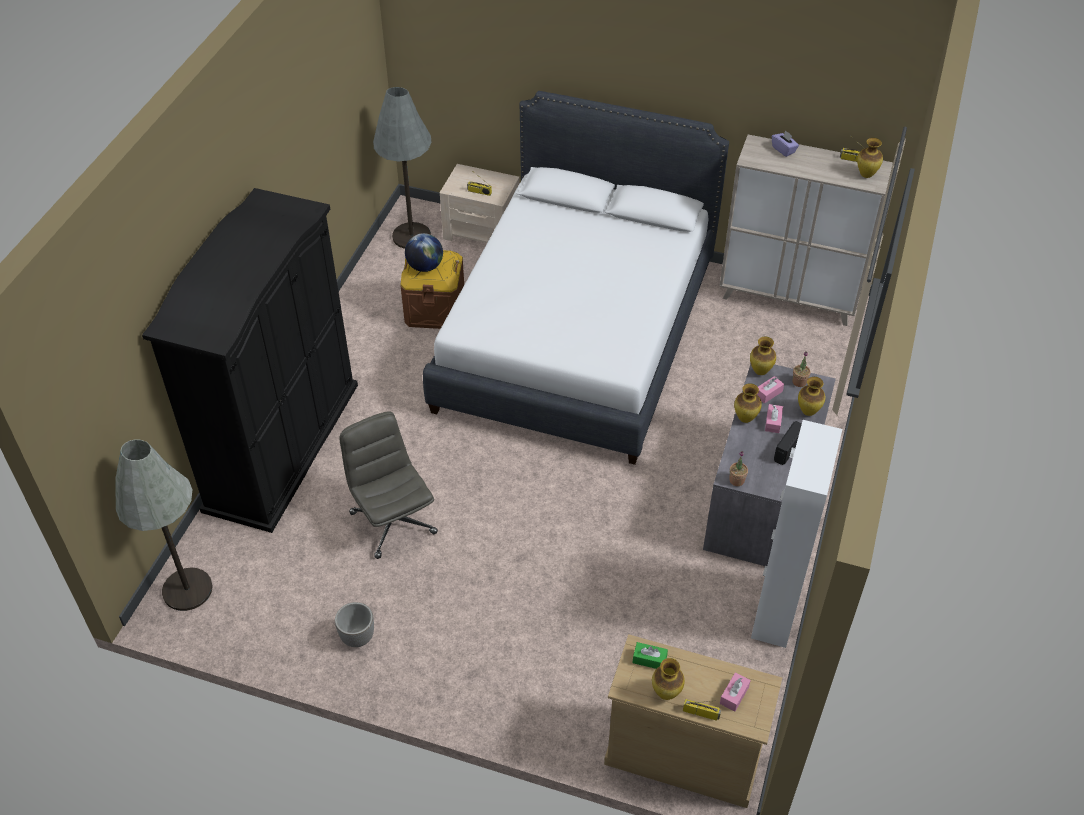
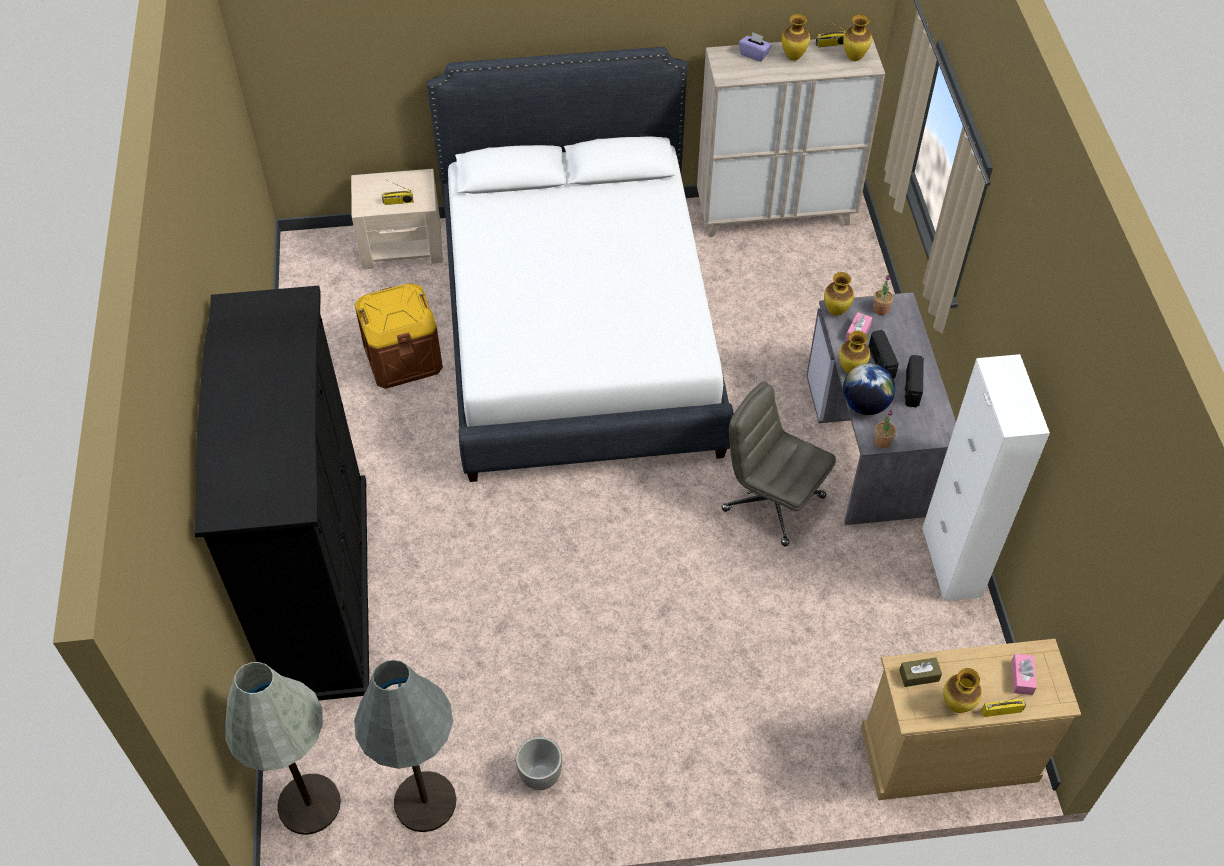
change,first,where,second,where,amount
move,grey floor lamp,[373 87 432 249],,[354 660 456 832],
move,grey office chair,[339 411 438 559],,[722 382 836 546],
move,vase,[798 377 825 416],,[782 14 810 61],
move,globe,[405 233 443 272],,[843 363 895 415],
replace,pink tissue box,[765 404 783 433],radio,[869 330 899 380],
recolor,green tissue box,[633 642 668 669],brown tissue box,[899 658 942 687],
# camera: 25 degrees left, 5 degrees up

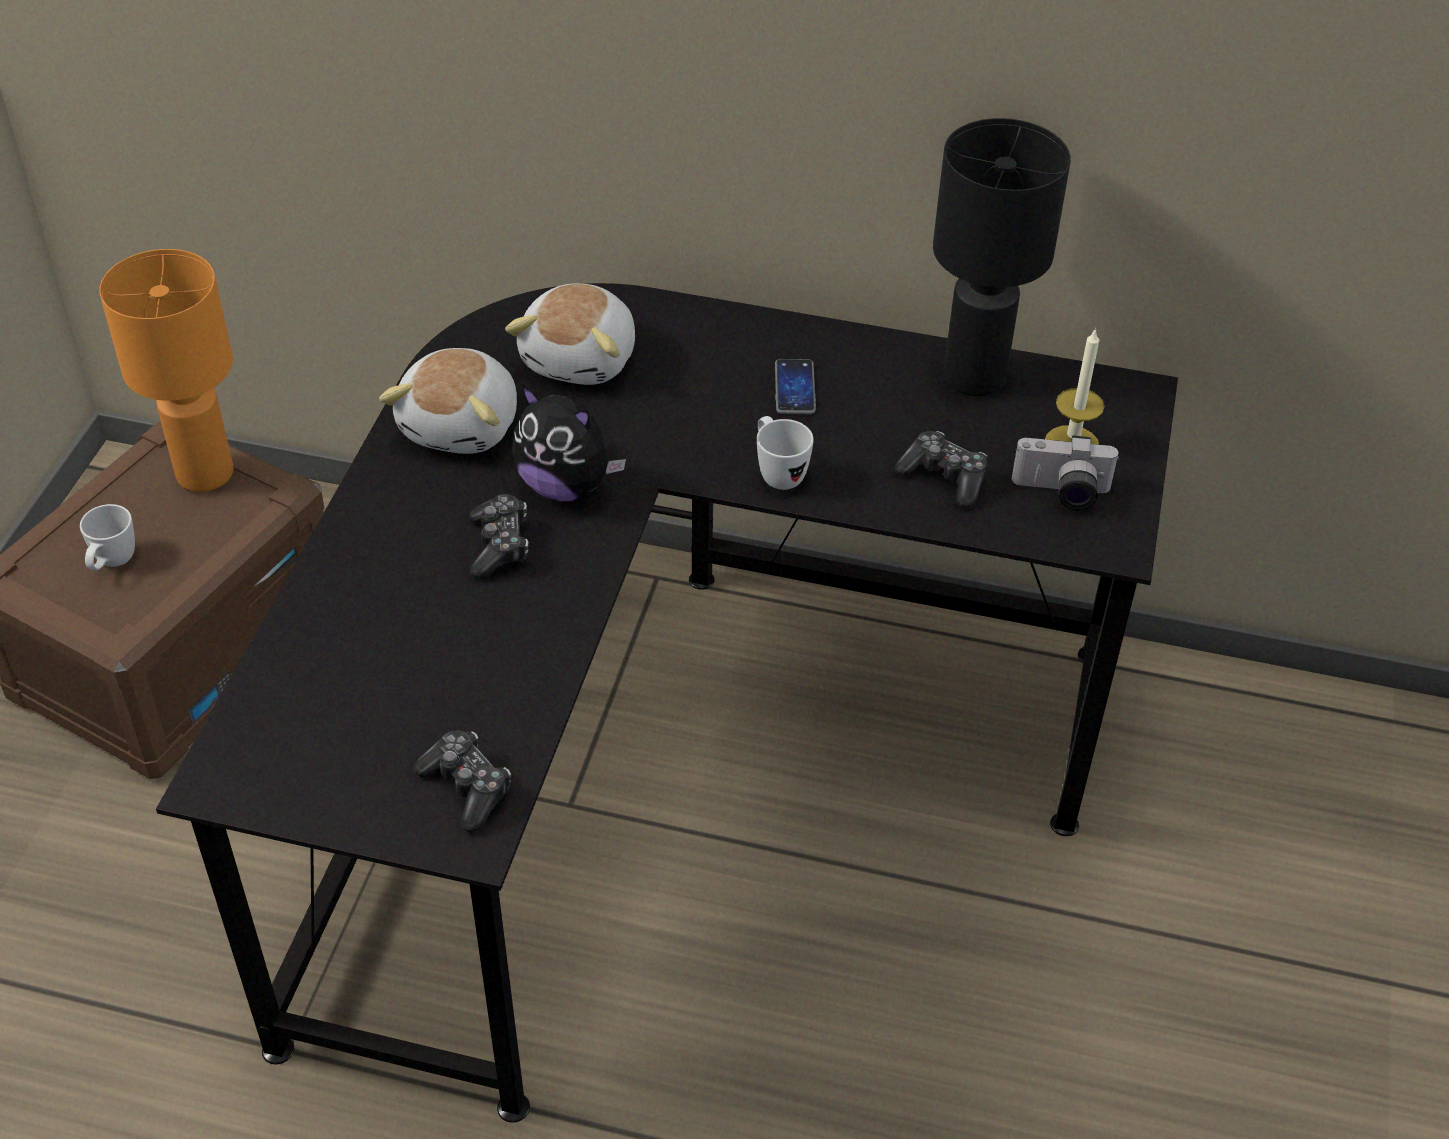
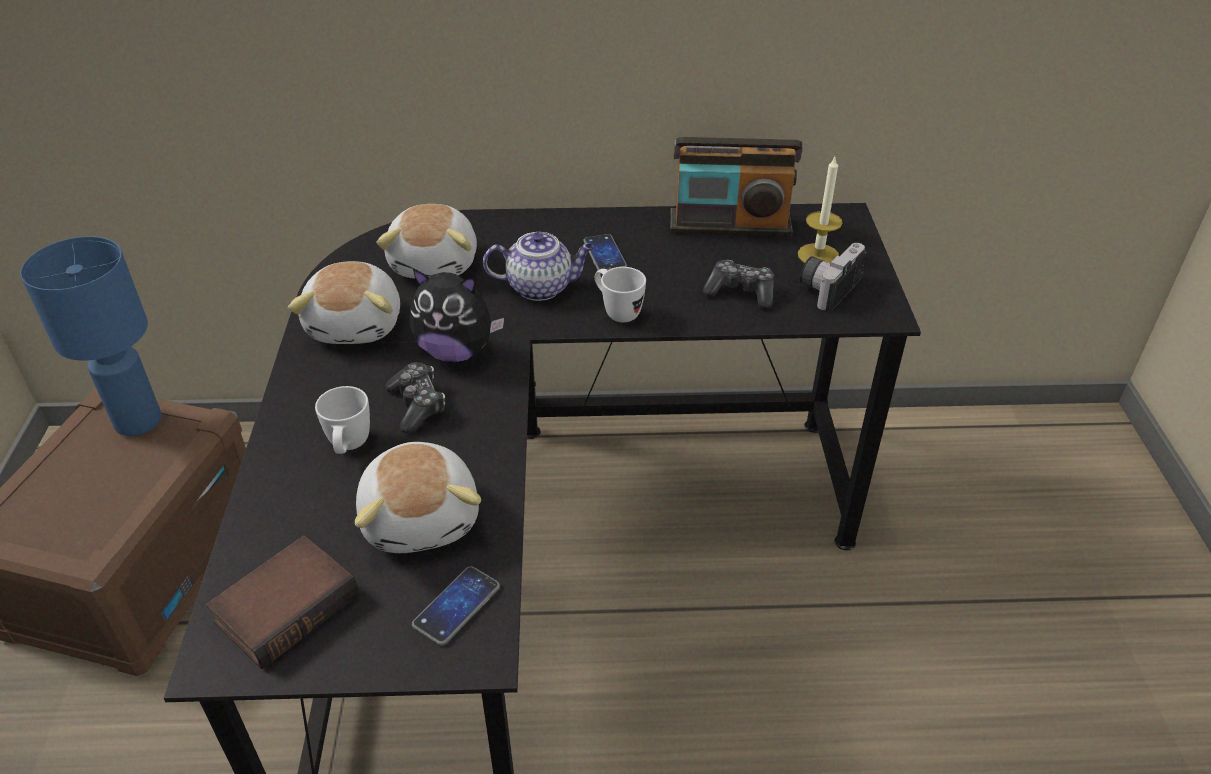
change,first,where,second,where,amount
recolor,orange table lamp,[99 249 233 492],blue table lamp,[20 236 162 436],
insert,,,book,[206 535 359 669],
move,white mug,[80 504 135 570],,[315 386 370 454],
insert,,,plush toy,[355 442 481 553],
replace,game controller,[413 730 511 832],phone,[412 567 500 645],
insert,,,teapot,[483 232 594 301],
replace,black table lamp,[933 118 1071 396],radio,[670 137 803 237],
rotate,photo camera,[1012 435 1120 510],,[800 243 867 311],135 degrees clockwise
# camera: 15 degrees left, 5 degrees down

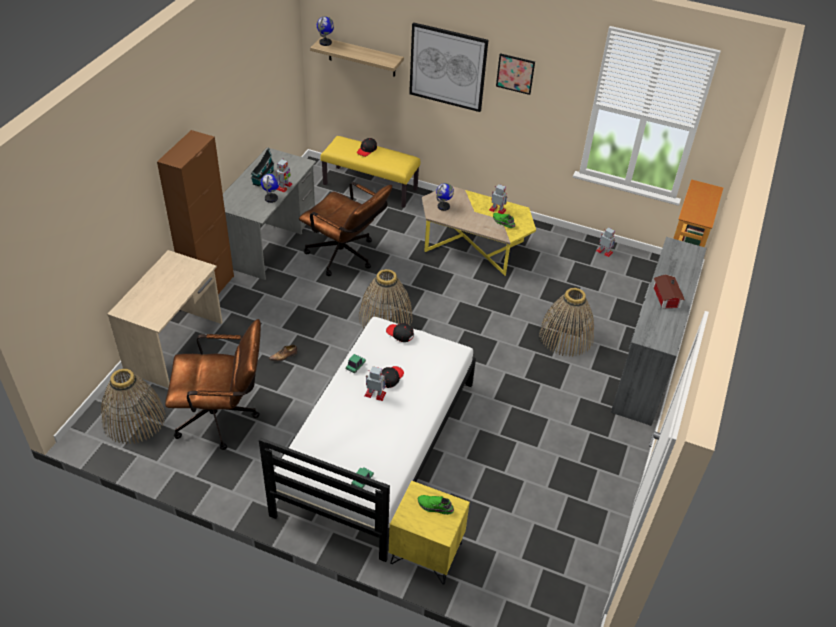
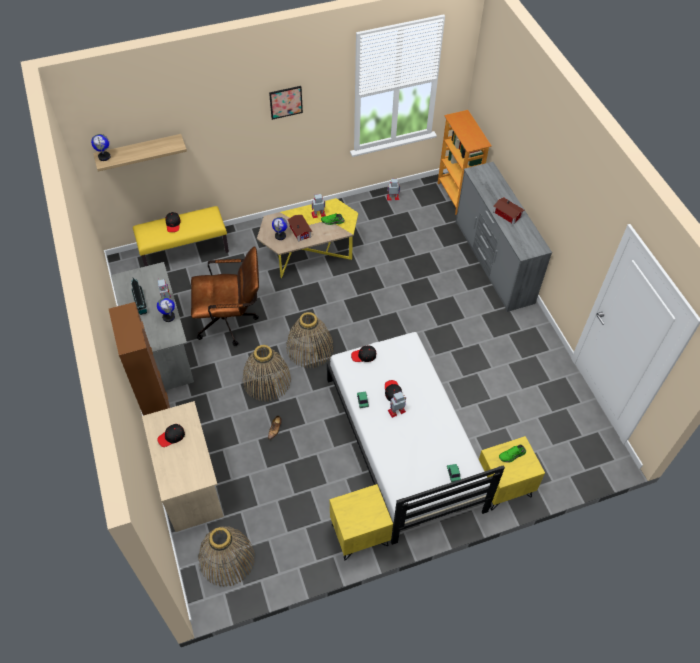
change,first,where,second,where,amount
insert,,,black cap,[157 424 185 447],
move,basket,[539 288 594 357],,[243 345 291 402],
insert,,,toy house,[288 215 312 242],
insert,,,yellow nightstand,[330 484 393 560],
delete,brown office chair,[165 319 261 450],,,
delete,picture,[409 22 488 112],,,
# camera: 40 degrees left, 10 degrees up

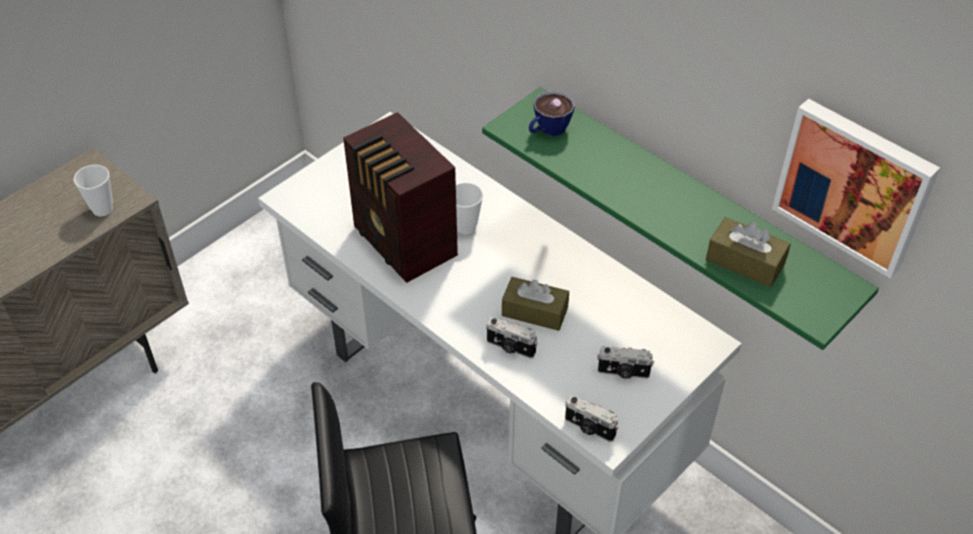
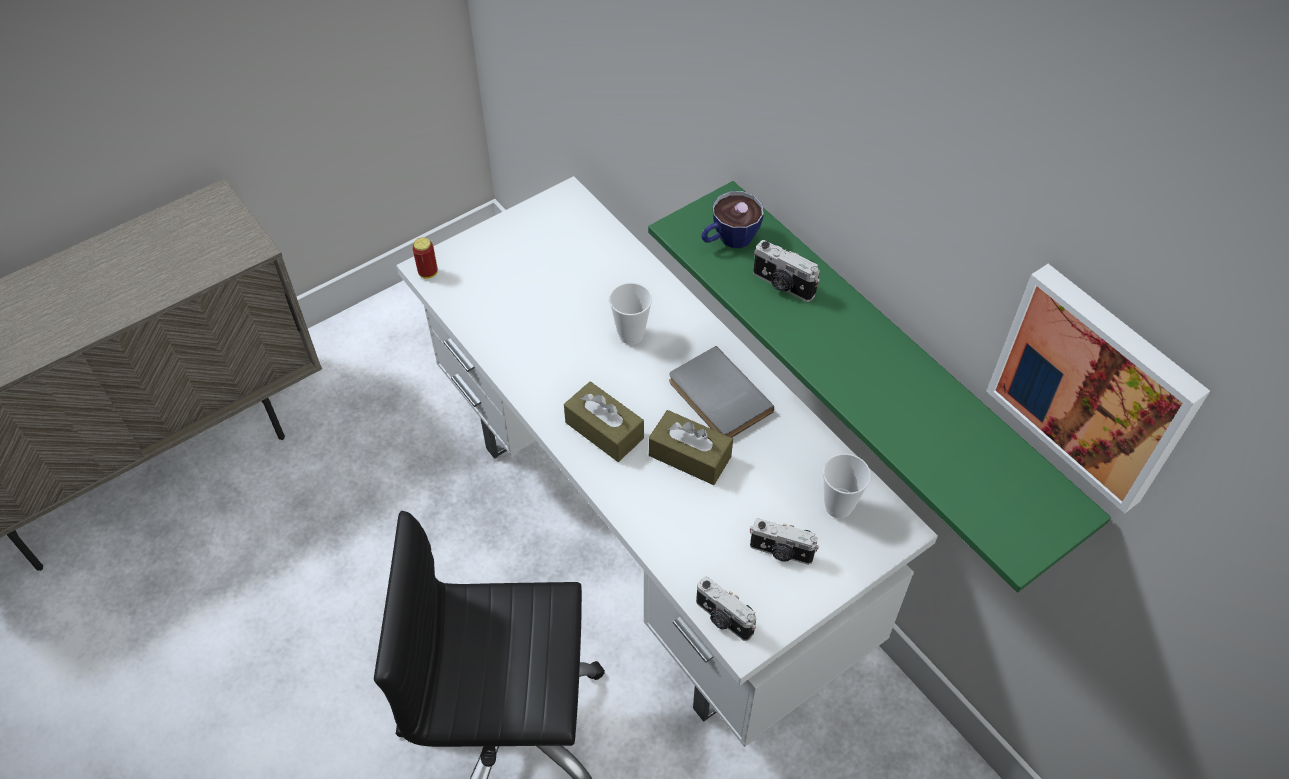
change,first,where,second,where,amount
insert,,,can,[413 237 438 279],
move,brown tissue box,[706 217 791 287],,[564 382 644 462],
insert,,,grey book,[669 346 774 438],
move,photo camera,[486 317 538 359],,[753 240 820 302],
move,cup,[74 165 113 217],,[823 454 871 518],
delete,radio,[343 112 458 283],,,
# camera: 10 degrees right, 5 degrees up

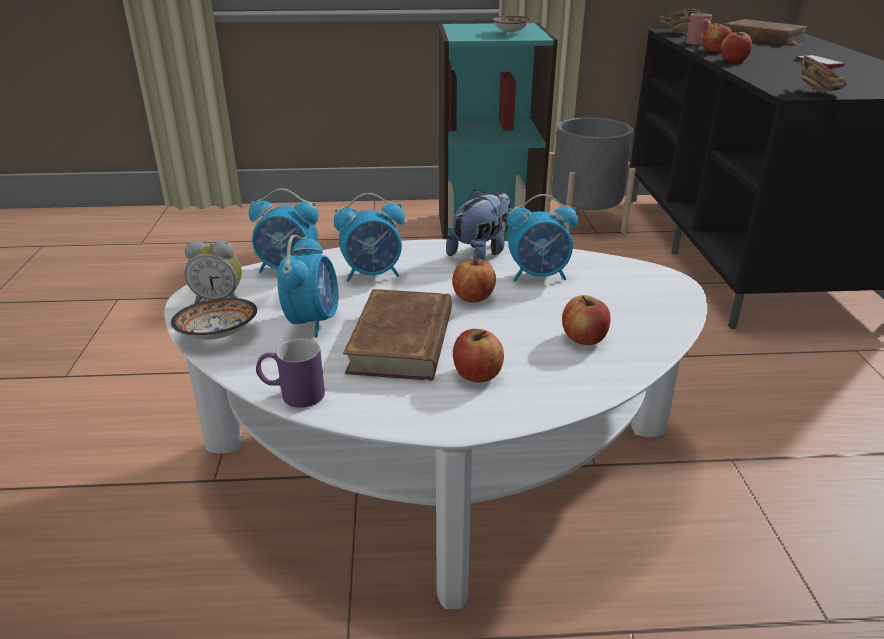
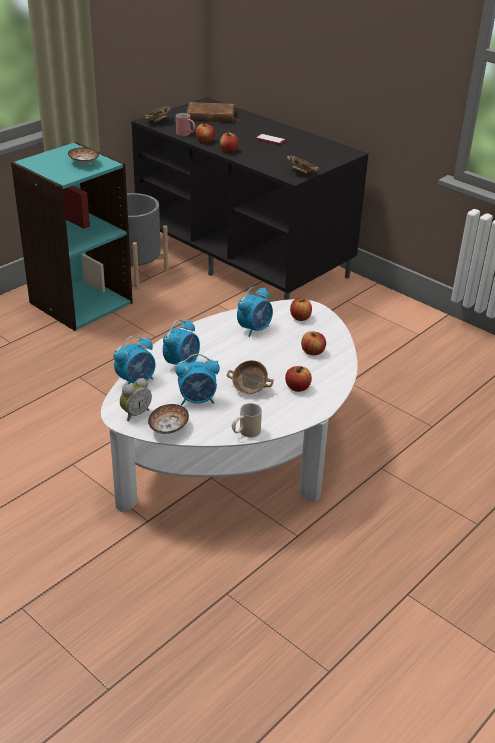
change,first,where,second,where,amount
rotate,alarm clock,[277 235 338 338],,[175 354 220 405],120 degrees clockwise
replace,brown book,[343 289 452 381],bowl,[227 360 274 394],
recolor,purple mug,[256 339 325 408],beige mug,[232 403 262 437],
move,apple,[453 258 496 302],,[290 297 312 321],
delete,plush toy,[446 189 511 260],,,
# camera: 45 degrees left, 5 degrees up

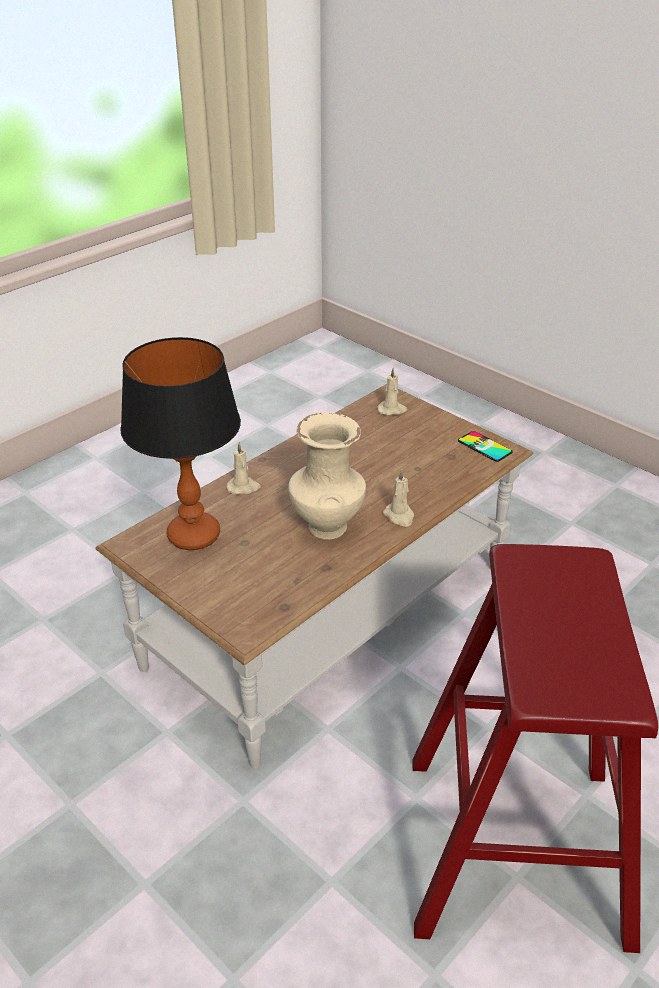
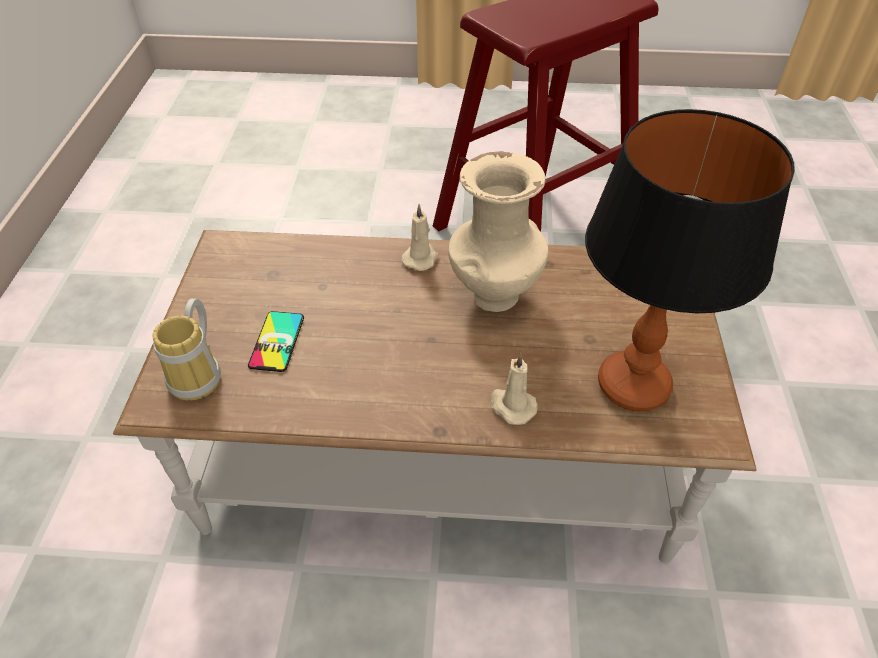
change,first,where,second,where,amount
replace,beige candle,[377 367 407 415],mug,[153 298 221 401],
move,phone,[458 431 513 462],,[248 311 304 372],
# camera: 130 degrees left, 10 degrees up

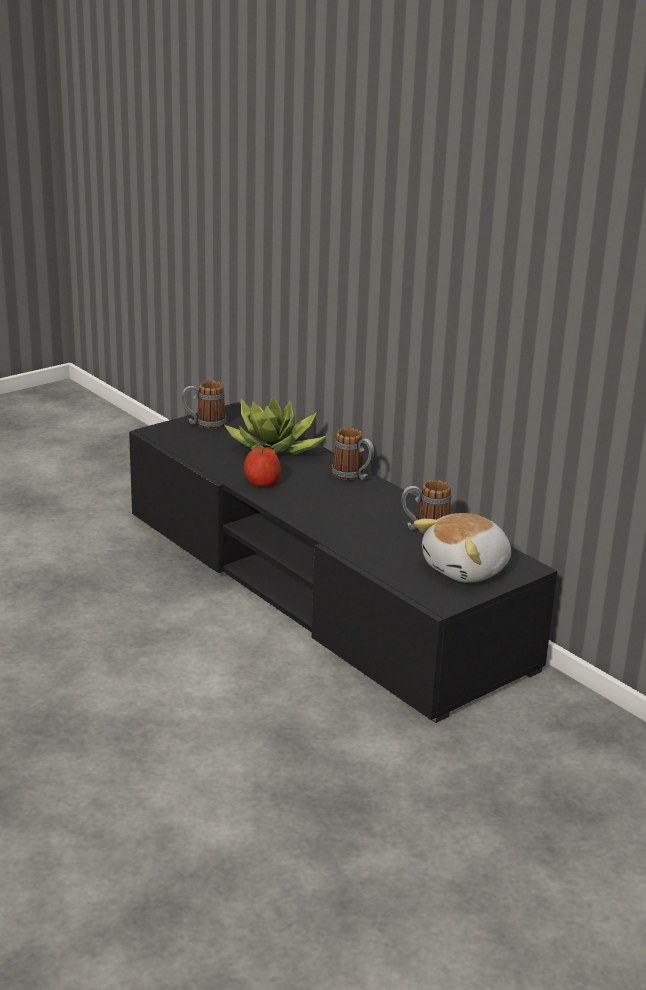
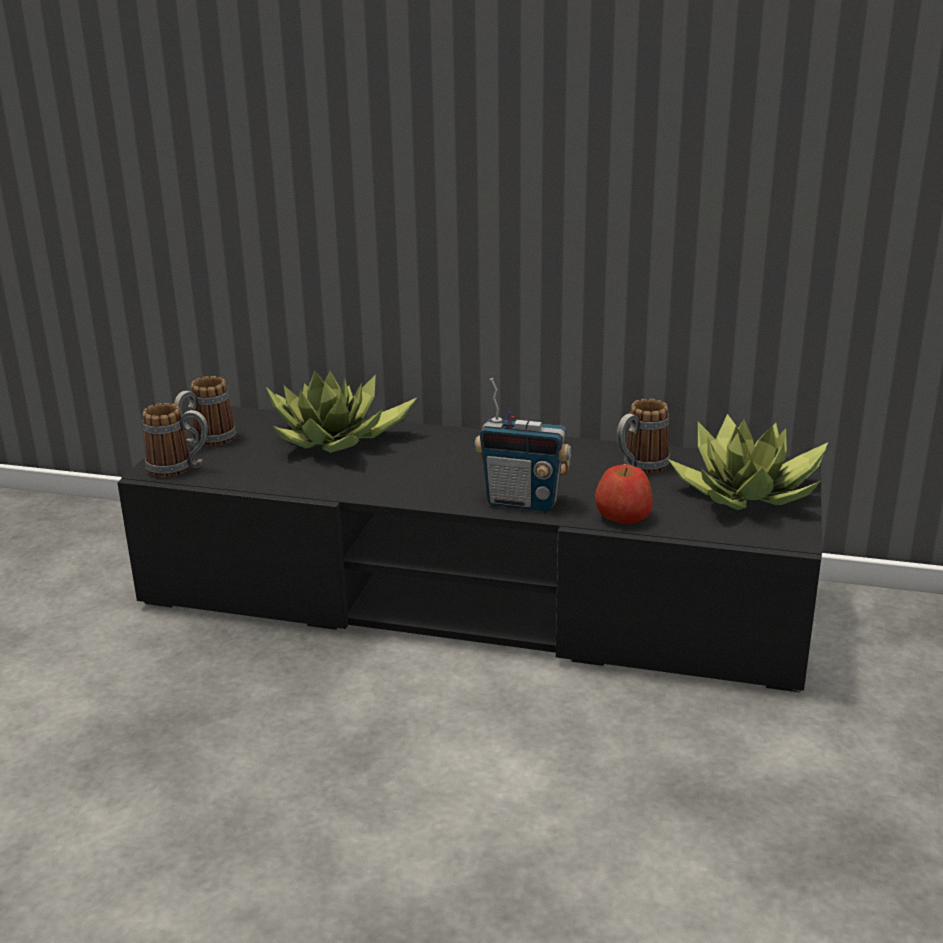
change,first,where,second,where,amount
move,mug,[332 428 374 481],,[142 403 208 478],
insert,,,radio,[475 378 571 512],
move,apple,[244 447 281 487],,[595 464 653 524],
replace,plush toy,[414 513 511 583],potted plant,[668 414 828 510],
# camera: 35 degrees left, 0 degrees up

